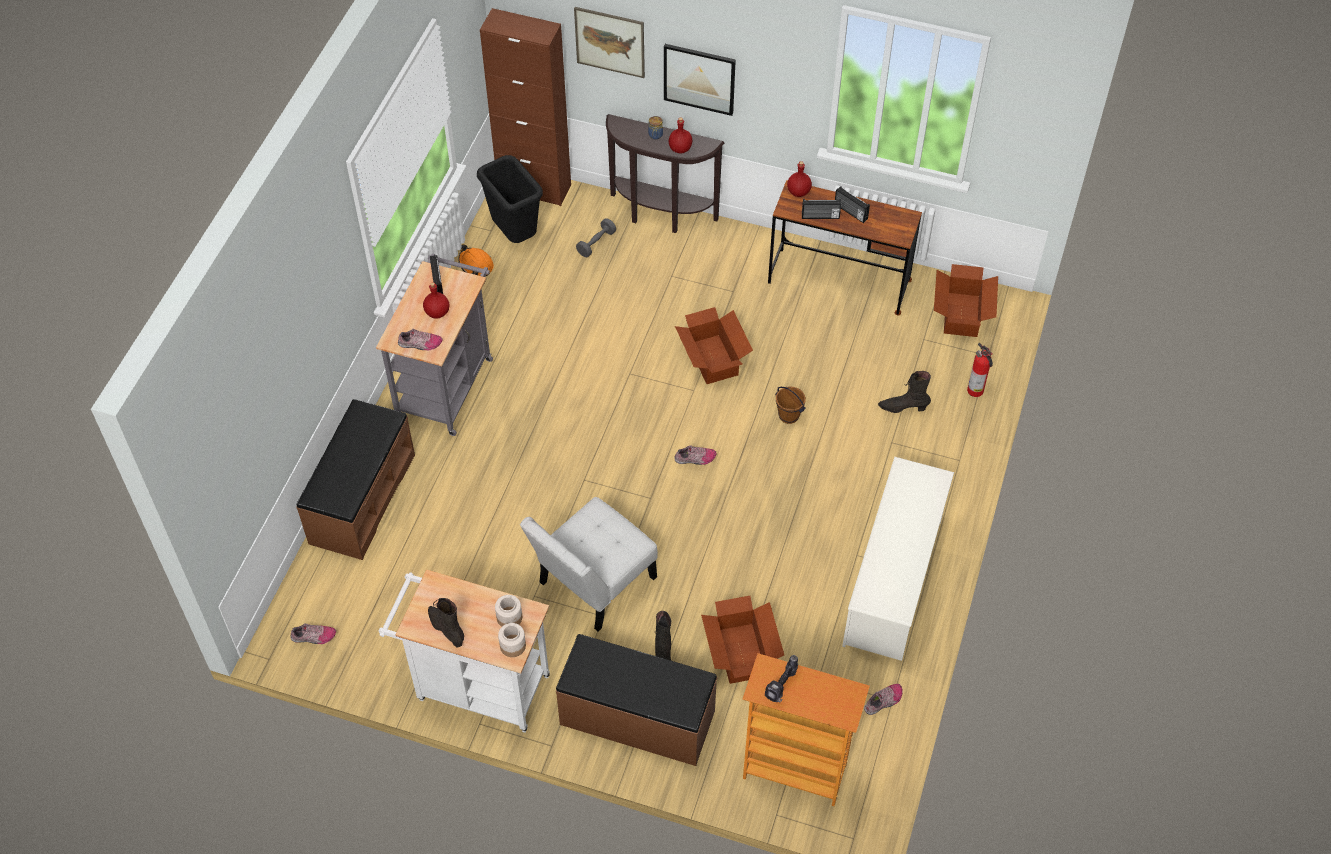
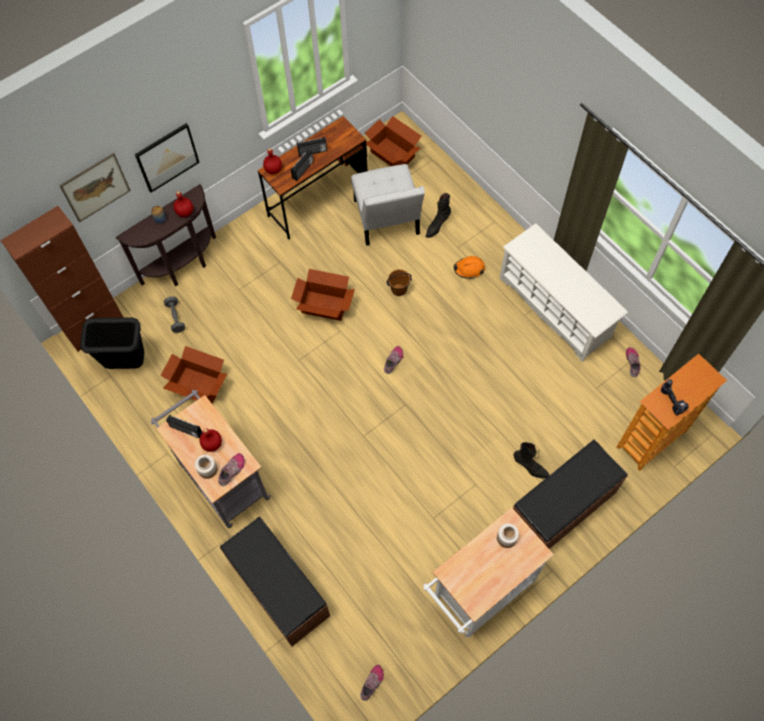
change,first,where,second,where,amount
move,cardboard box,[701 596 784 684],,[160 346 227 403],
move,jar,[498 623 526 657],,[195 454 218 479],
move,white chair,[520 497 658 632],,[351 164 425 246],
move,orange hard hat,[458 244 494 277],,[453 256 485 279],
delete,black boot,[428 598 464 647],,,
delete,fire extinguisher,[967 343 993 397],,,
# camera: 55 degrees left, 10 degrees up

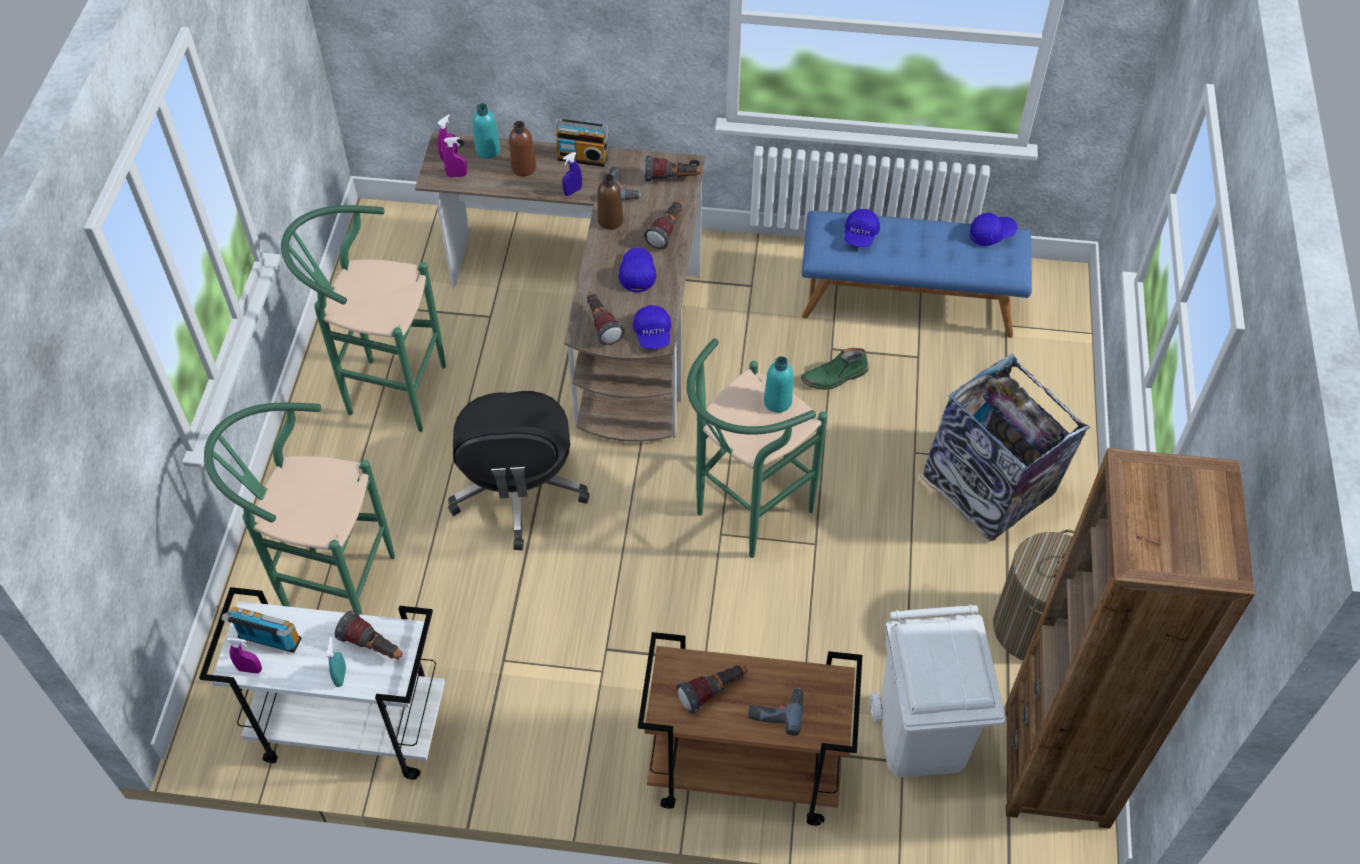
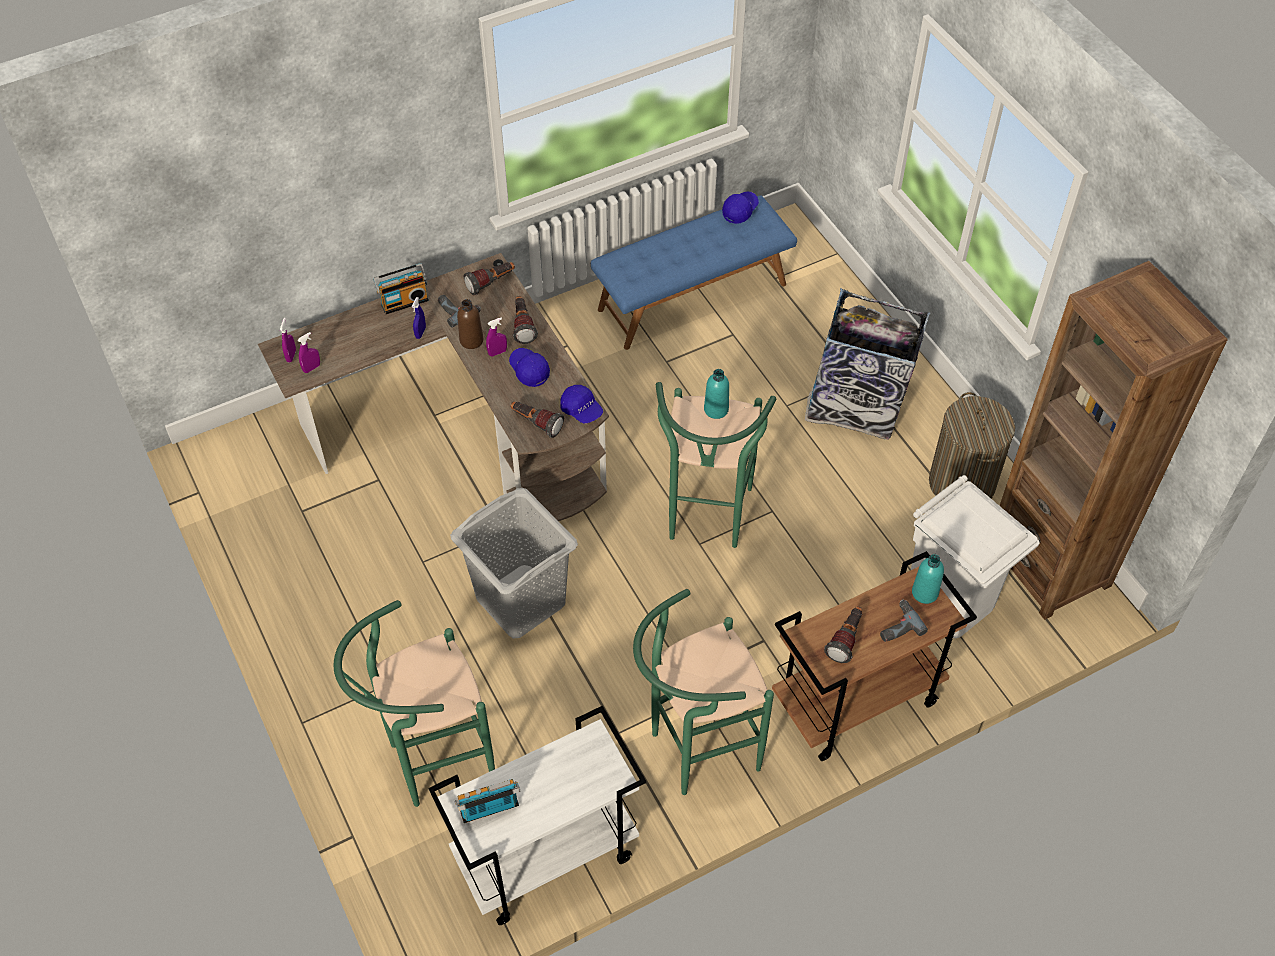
change,first,where,second,where,amount
replace,black office chair,[448 391 590 550],grey laundry basket,[450 488 578 639],
move,purple spray bottle,[227 638 262 674],,[486 318 507 356],
move,green stool,[281 205 446 432],,[633 589 774 795],
move,turquoise bottle,[473 103 500 159],,[912 554 944 604],
delete,turquoise spray bottle,[326 637 346 687],,,
delete,flashlight,[335 611 402 659],,,
delete,brown bottle,[509 121 536 176],,,
delete,green boot,[801 348 868 389],,,
delete,blue cap,[844 209 880 247],,,
# camera: 35 degrees left, 0 degrees up

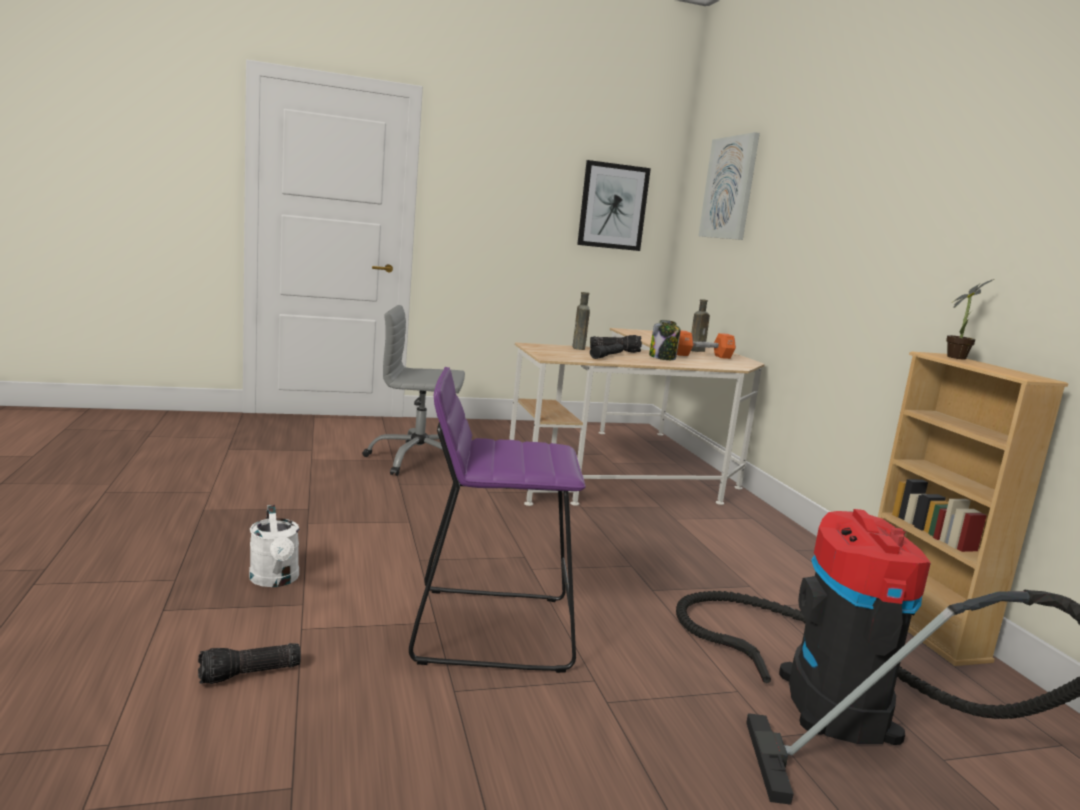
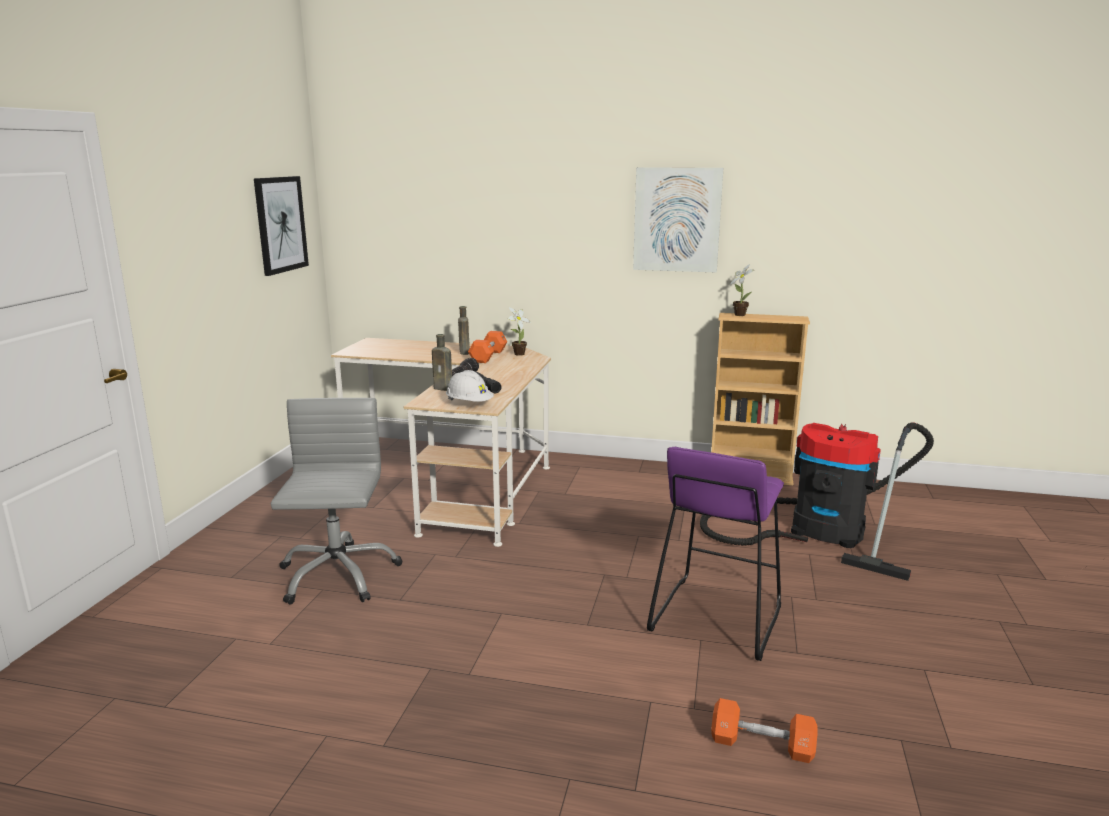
change,first,where,second,where,amount
rotate,grey office chair,[363 305 465 476],,[271 398 403 605],150 degrees clockwise
insert,,,white hard hat,[446 370 494 402],
insert,,,potted plant,[508 307 531 356],
move,picture,[698 132 760 240],,[633 167 723 272],
replace,flashlight,[198 643 301 684],orange dumbbell,[711 698 818 763],
delete,white watering can,[249 505 299 587],,,
delete,jar,[649 320 680 360],,,
# camera: 60 degrees left, 5 degrees up

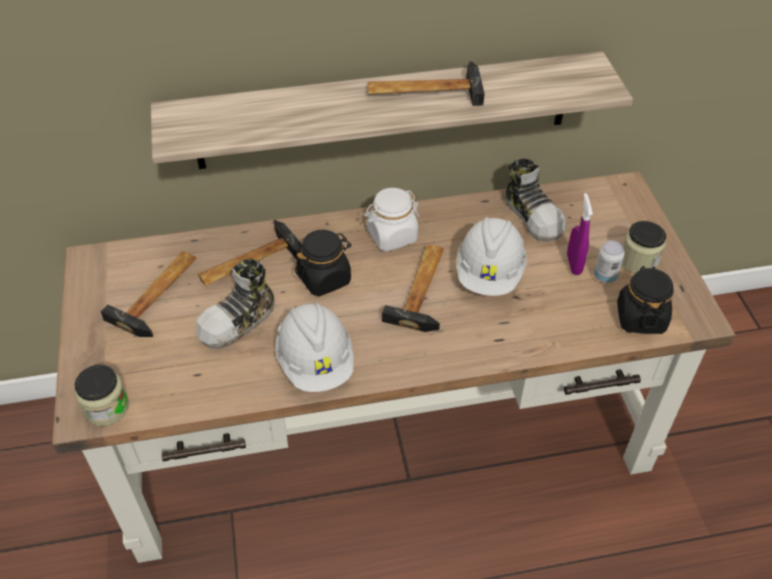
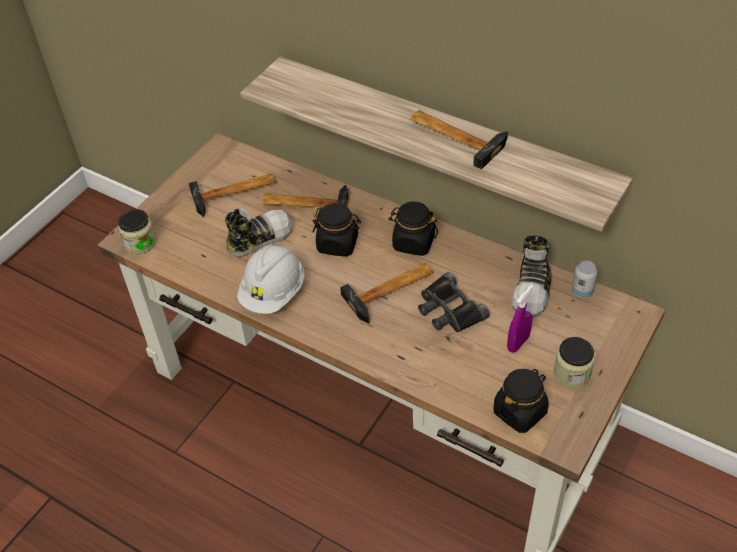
change,first,where,second,where,amount
rotate,shoe,[195 258 275 349],,[225 208 293 257],150 degrees clockwise
recolor,white jar,[364 188 419 251],black jar,[389 201 438 256],
replace,white hard hat,[457 217 527 296],black binoculars,[418 272 490 333],
move,can,[594 240 625 283],,[572 261 597 298],
# camera: 45 degrees right, 0 degrees up

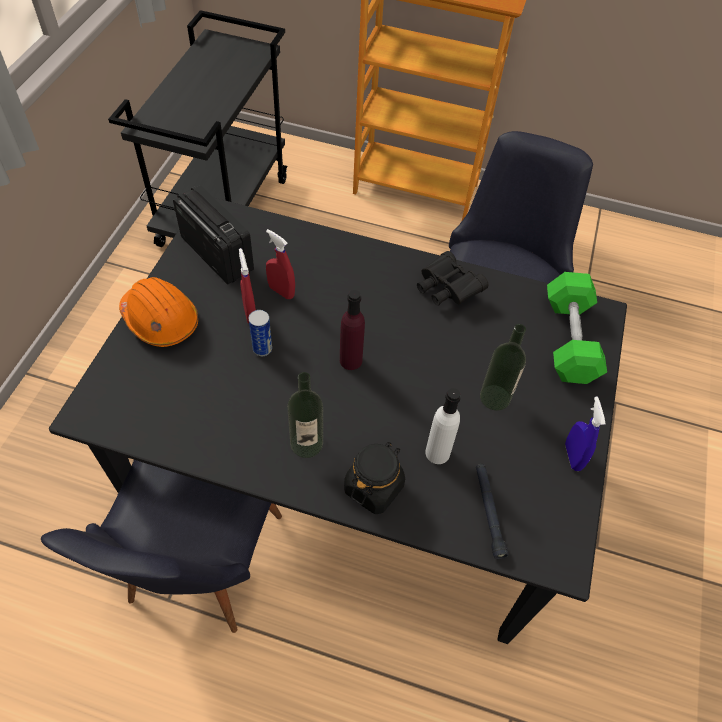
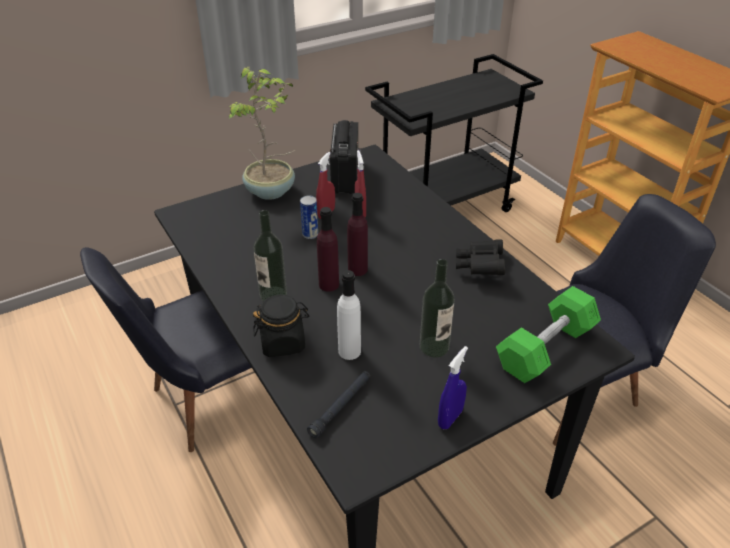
change,first,where,second,where,amount
replace,orange hard hat,[119 277 198 347],potted plant,[229 66 296 200],
insert,,,purple bottle,[317 207 339 292],
# camera: 45 degrees right, 15 degrees down

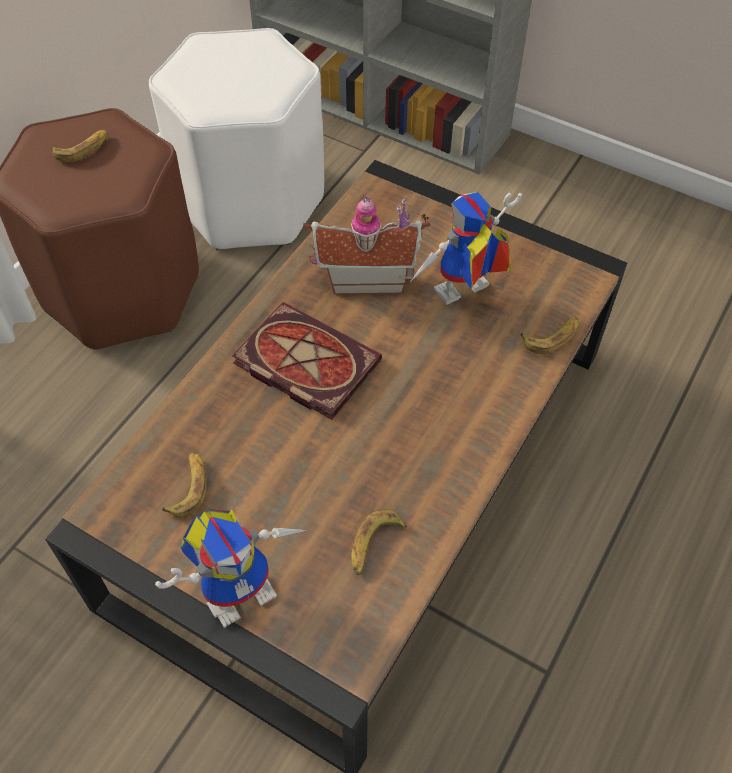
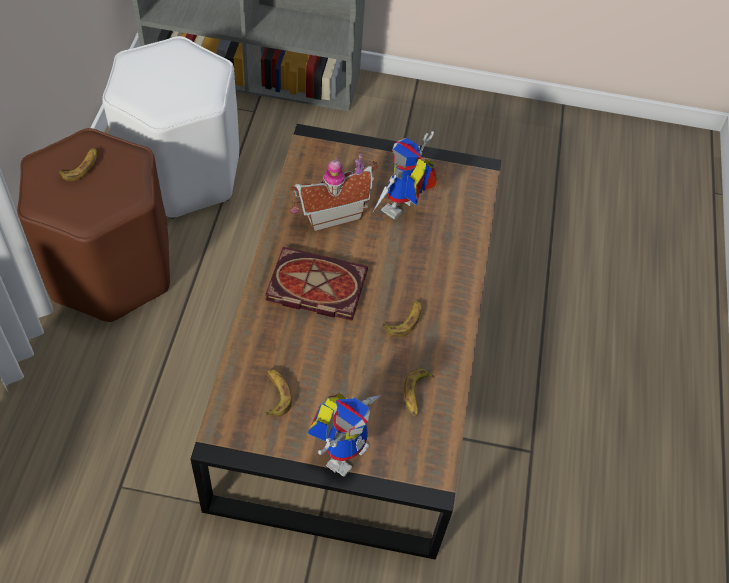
change,first,where,second,where,amount
move,banana,[521 317 579 354],,[383 300 422 337],
# camera: 25 degrees left, 0 degrees up

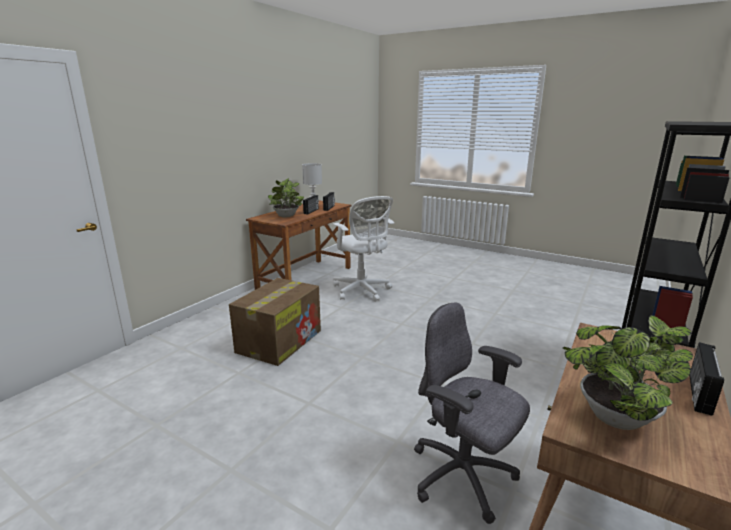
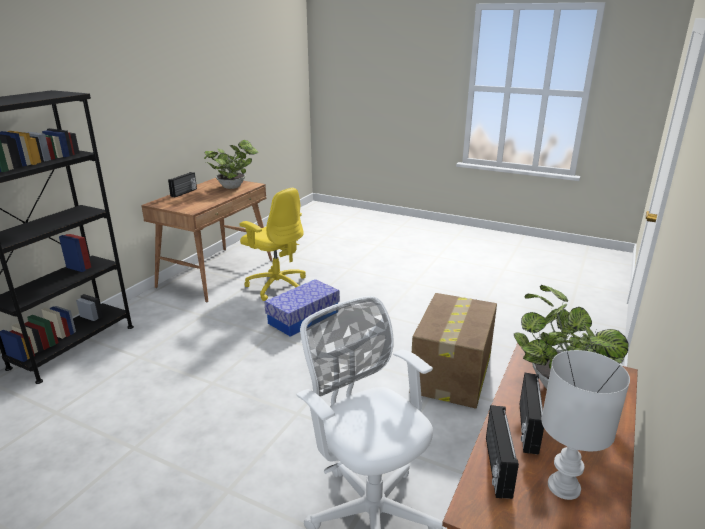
change,first,where,second,where,amount
recolor,grey office chair,[414 302 530 524],yellow office chair,[240 188 306 301],
insert,,,storage box,[264 279 340 337],
# camera: 175 degrees right, 5 degrees up

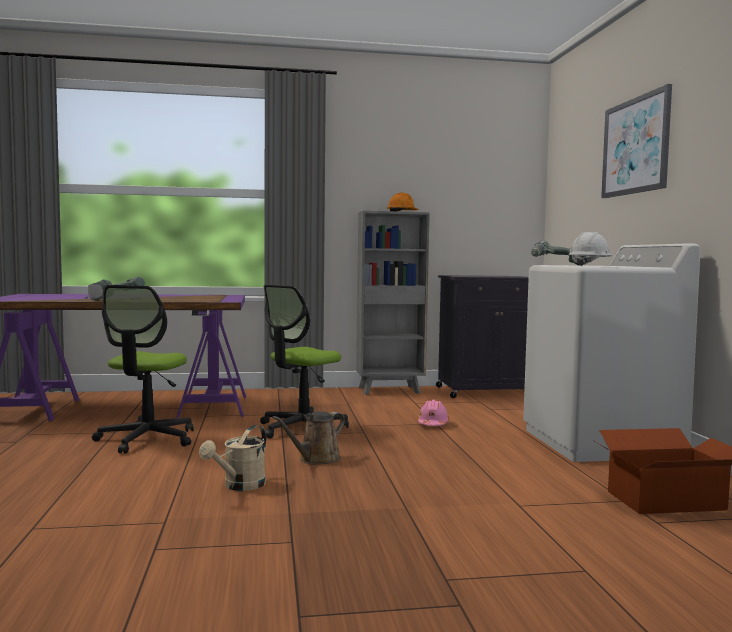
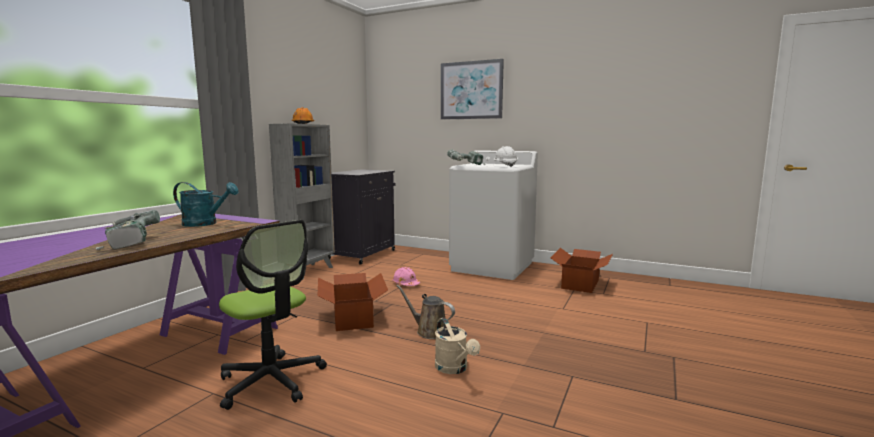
change,first,where,second,where,amount
insert,,,turquoise watering can,[173 182 239 227],
replace,office chair,[260 284 349 439],cardboard box,[317 273 388 331],
rotate,brown watering can,[272 411 345 465],,[396 285 455 339],135 degrees clockwise
# camera: 55 degrees left, 5 degrees up

